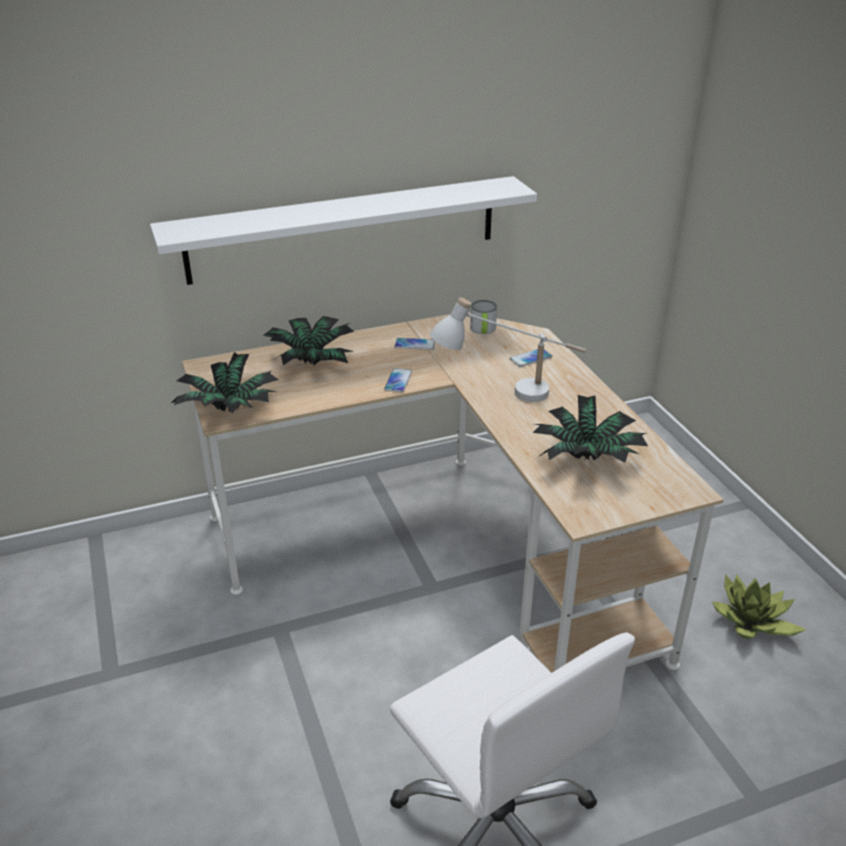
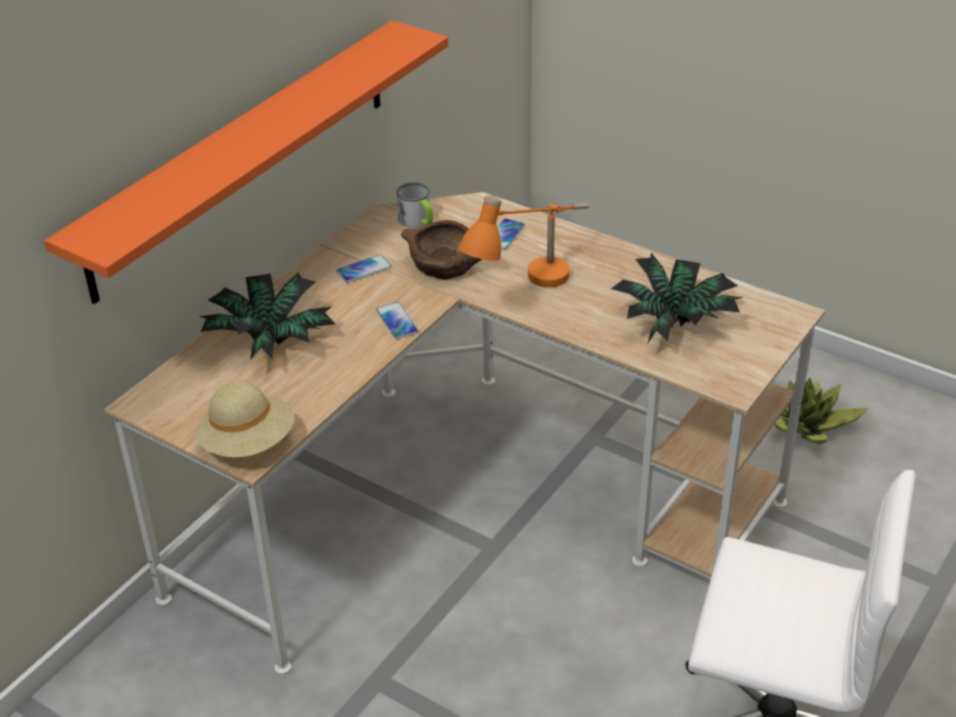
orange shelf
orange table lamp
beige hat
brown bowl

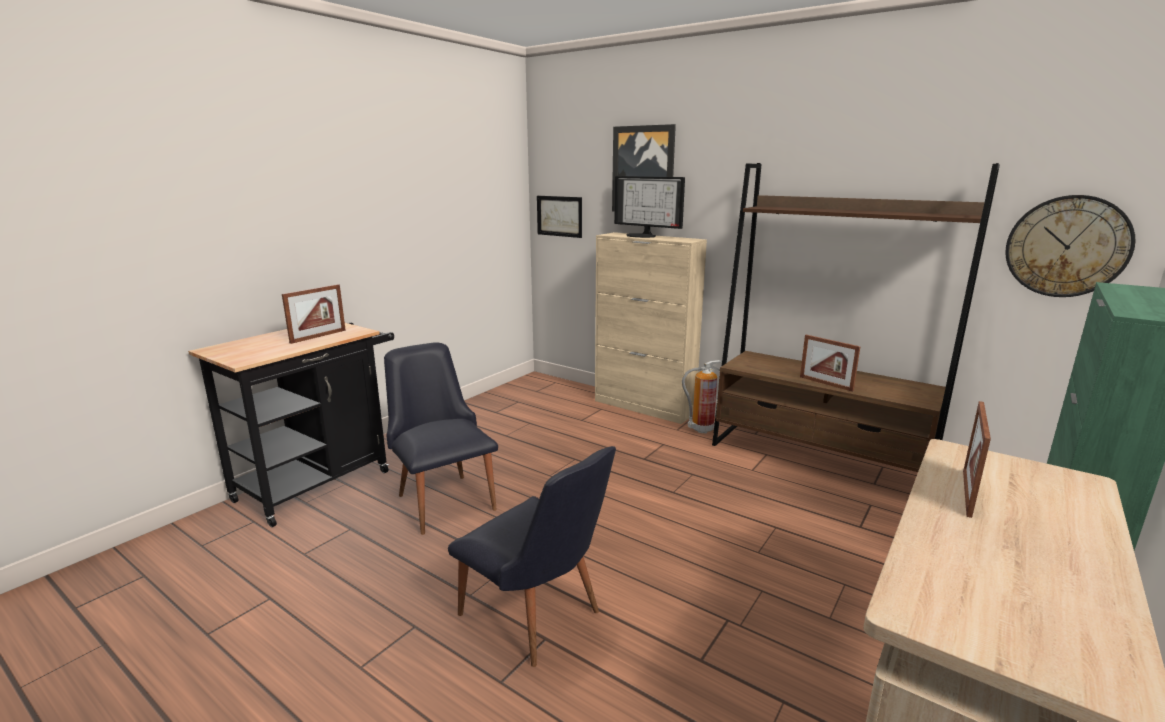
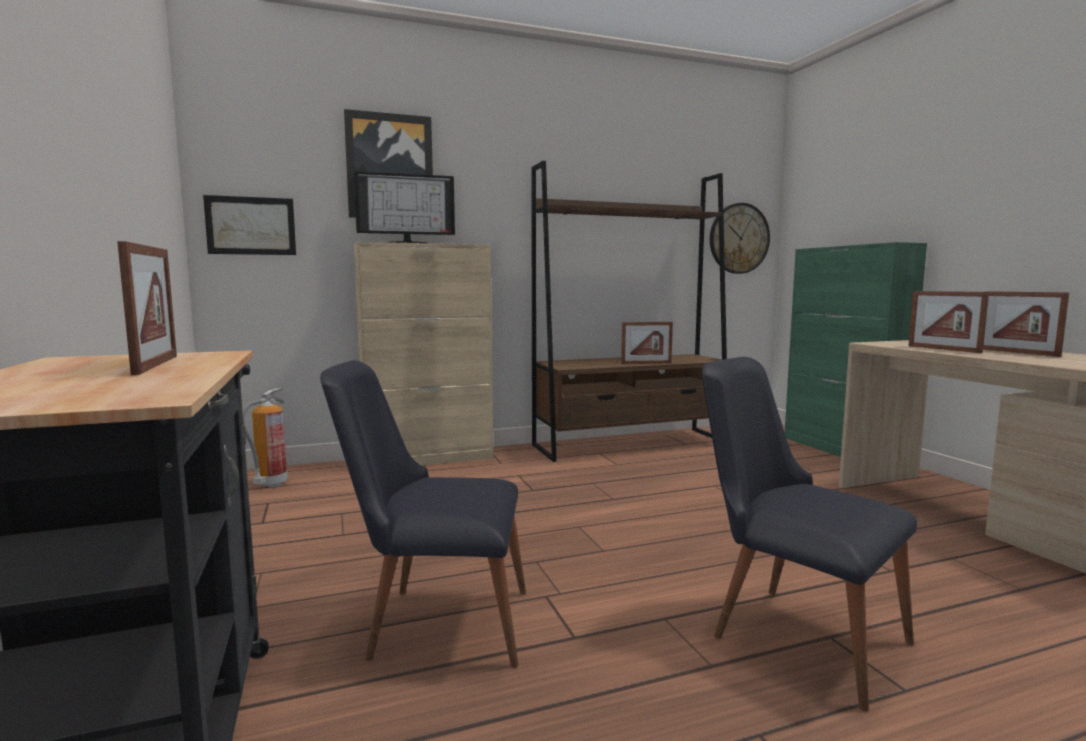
fire extinguisher
black chair (no. 2 from left)
picture frame (no. 4 from left)

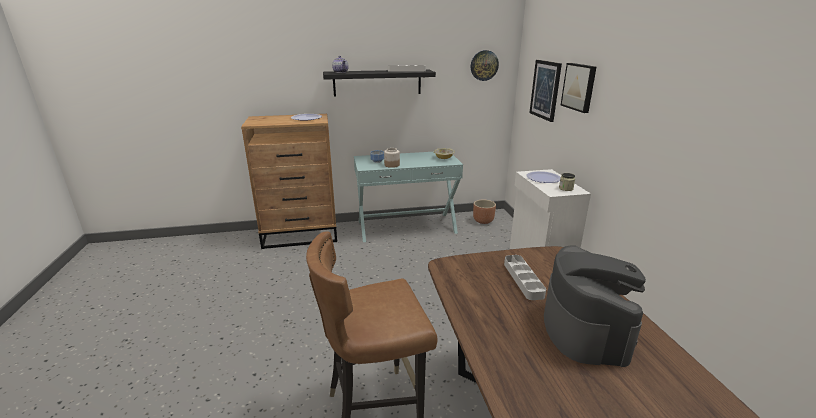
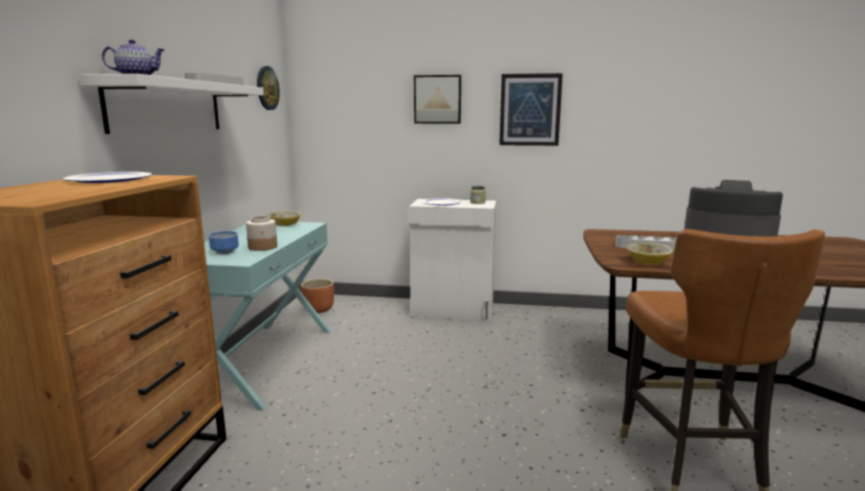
picture (no. 2 from left)
white shelf
bowl (no. 3 from left)

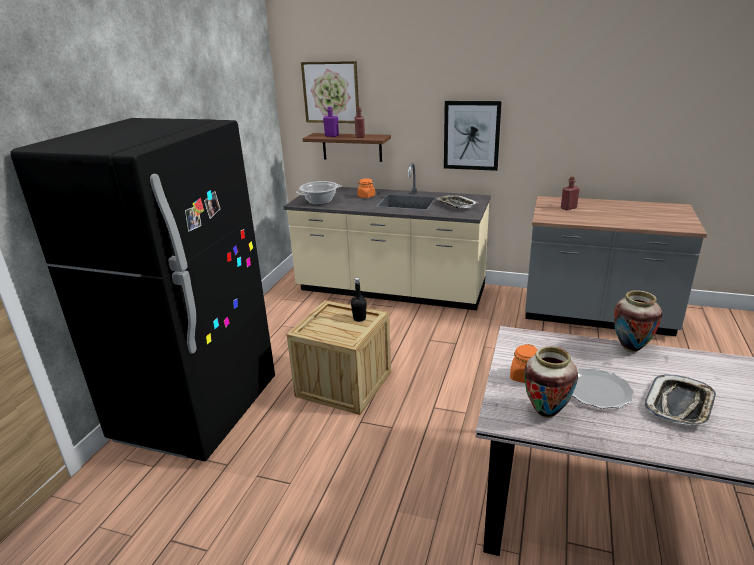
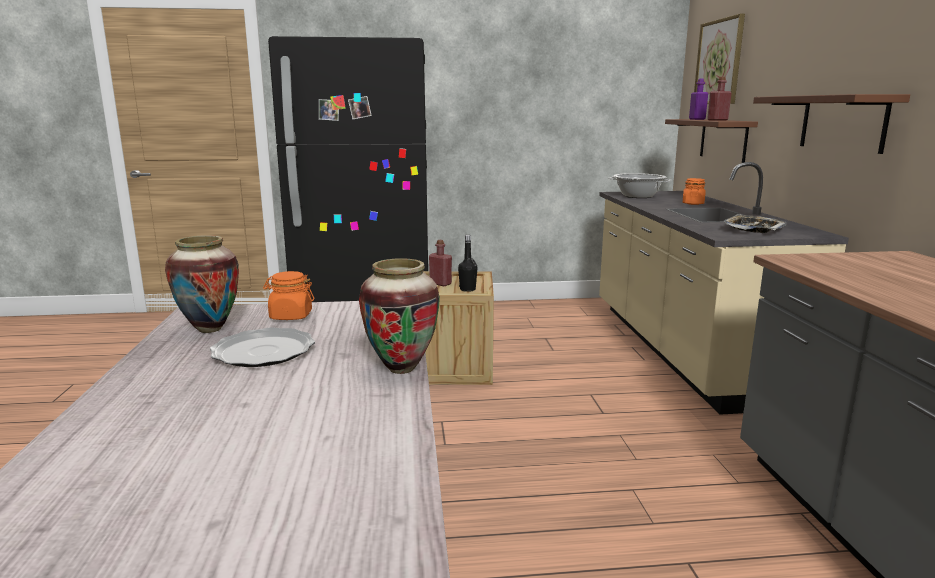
brown shelf (no. 2 from left)
red bottle (no. 1 from left)
tray (no. 2 from left in the first image)

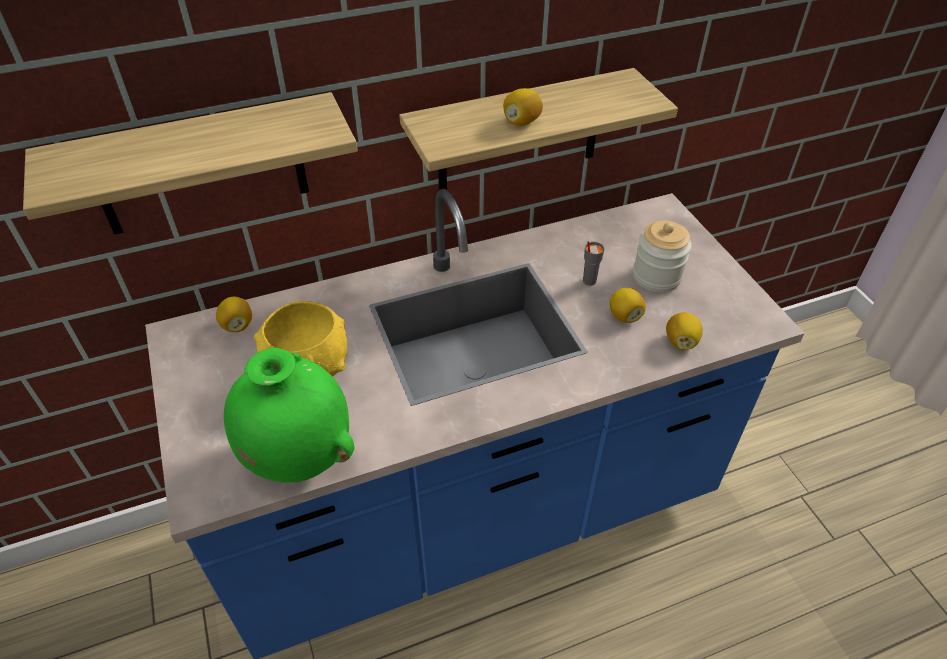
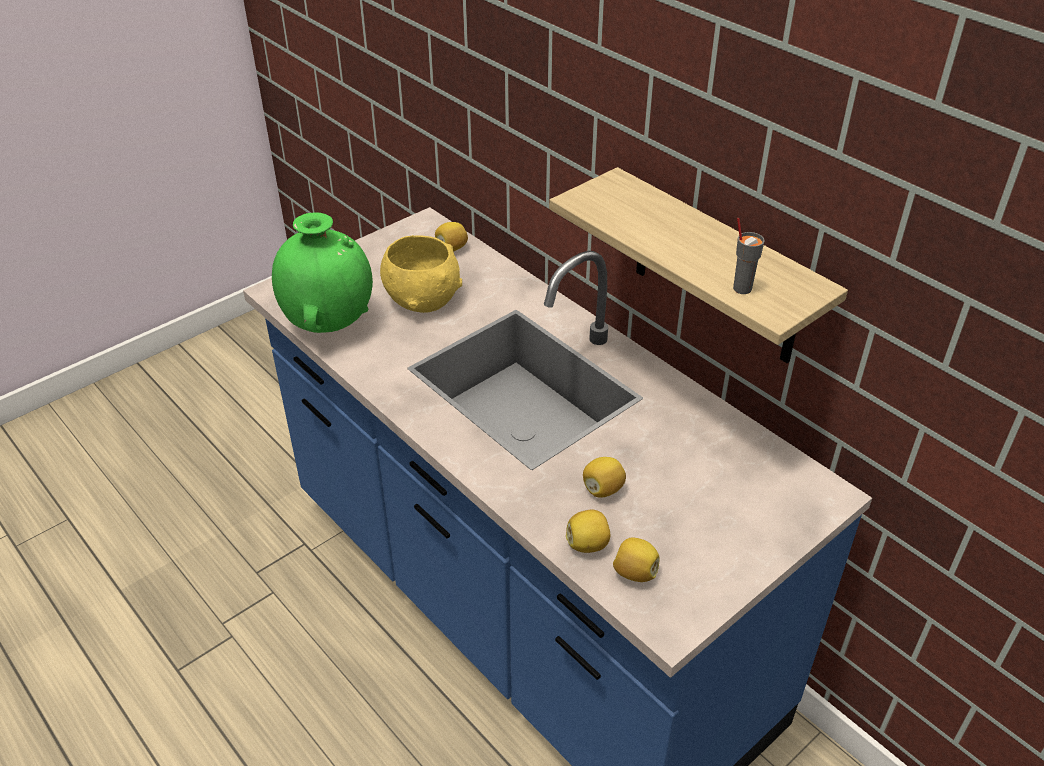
lemon (no. 4 from left)
shelf (no. 1 from left in the first image)
jar
grey cup

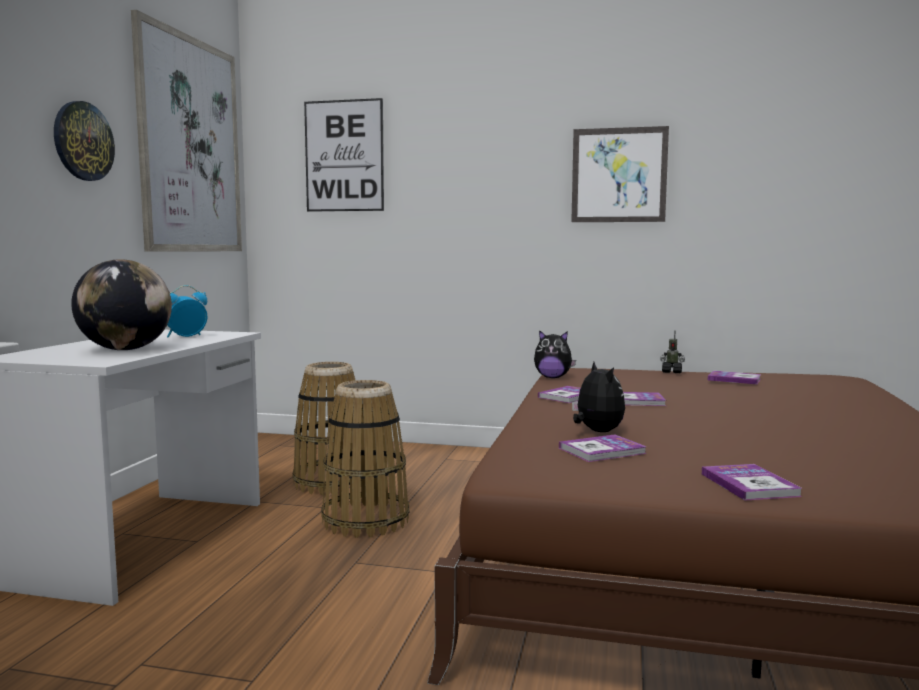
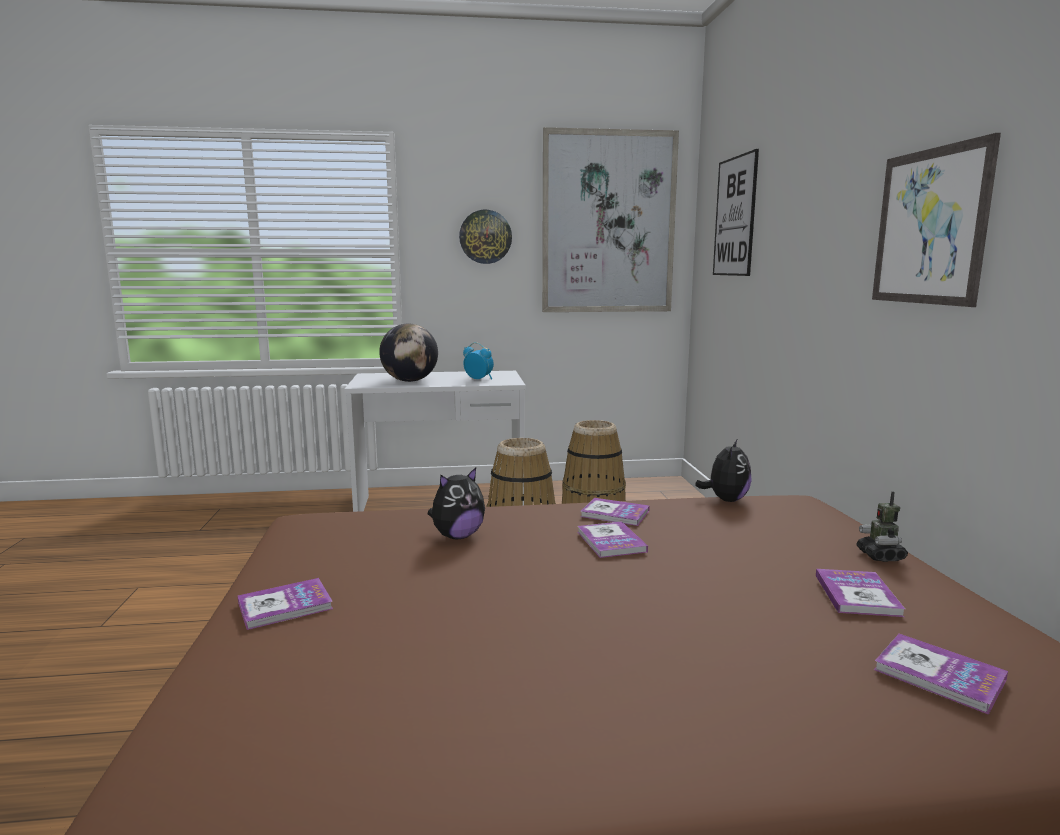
plush toy (no. 2 from left)
book (no. 5 from left)

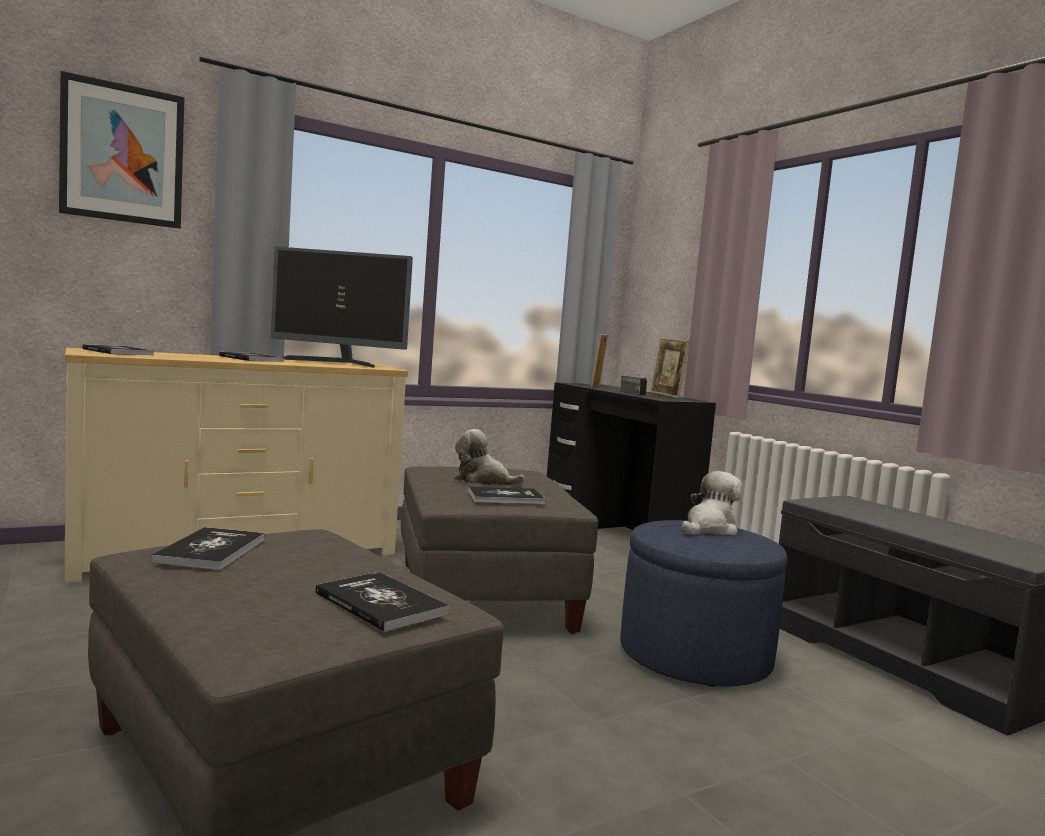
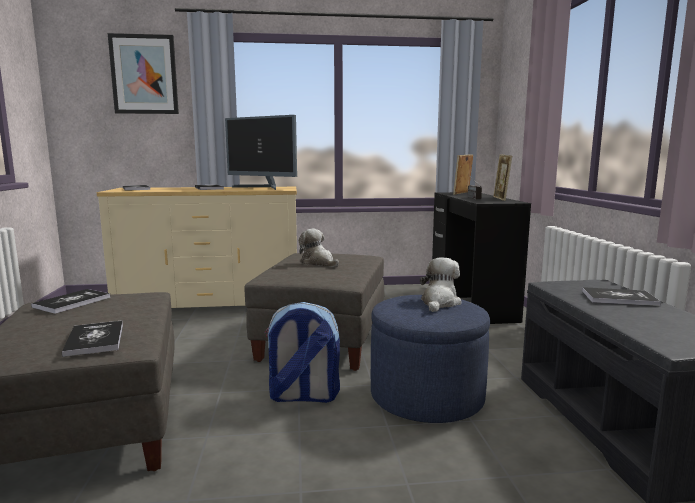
plush toy (no. 2 from left)
book (no. 5 from left)
backpack

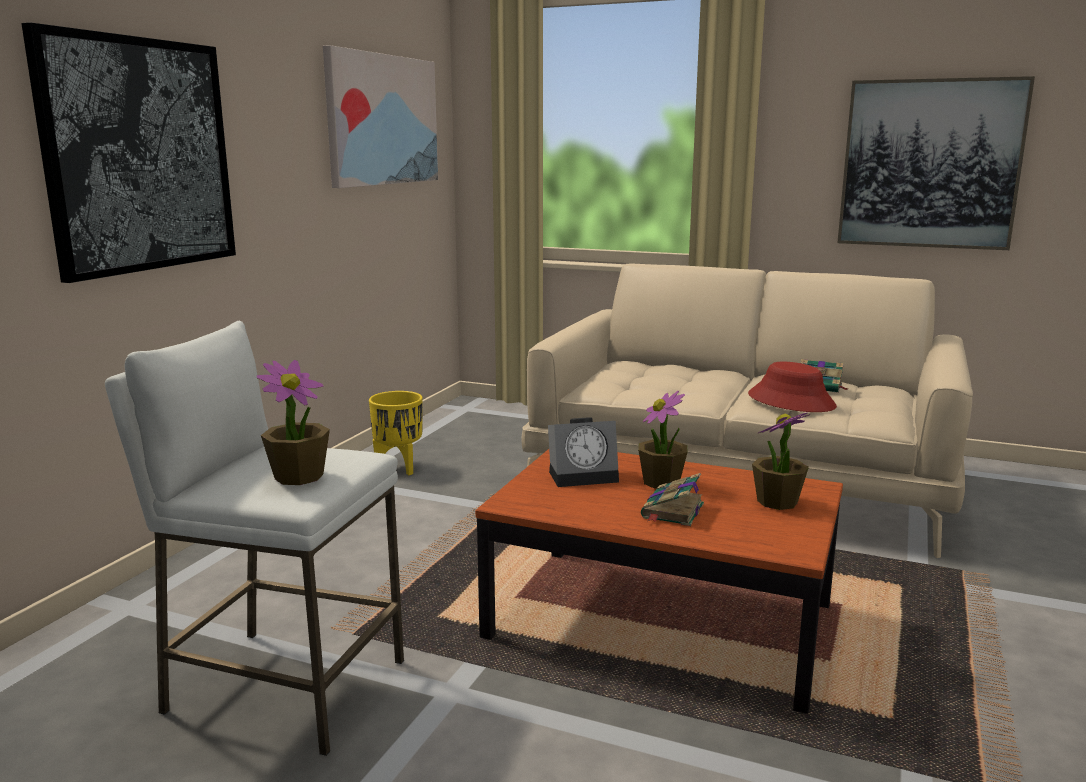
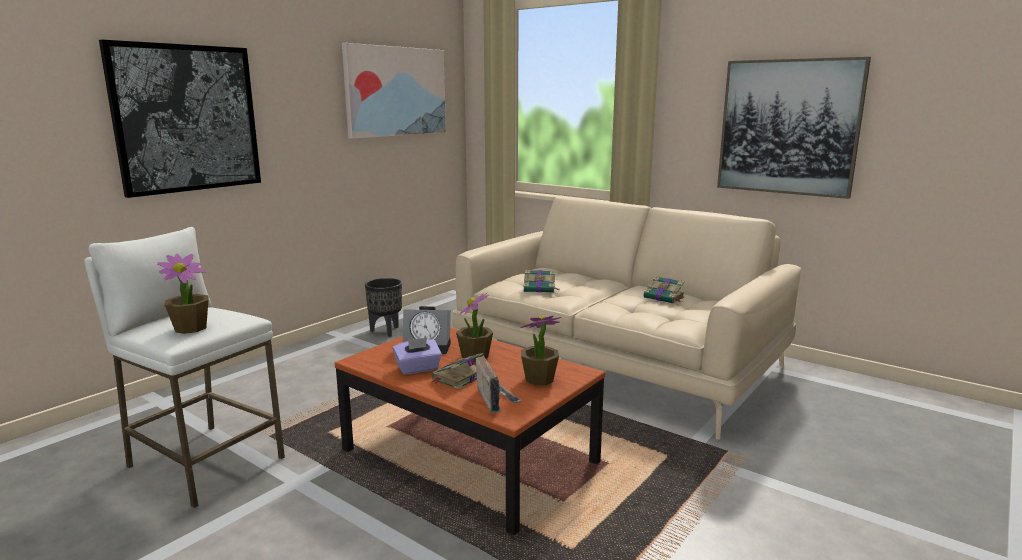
red hat
black planter
book (no. 2 from left)
purple tissue box
radio

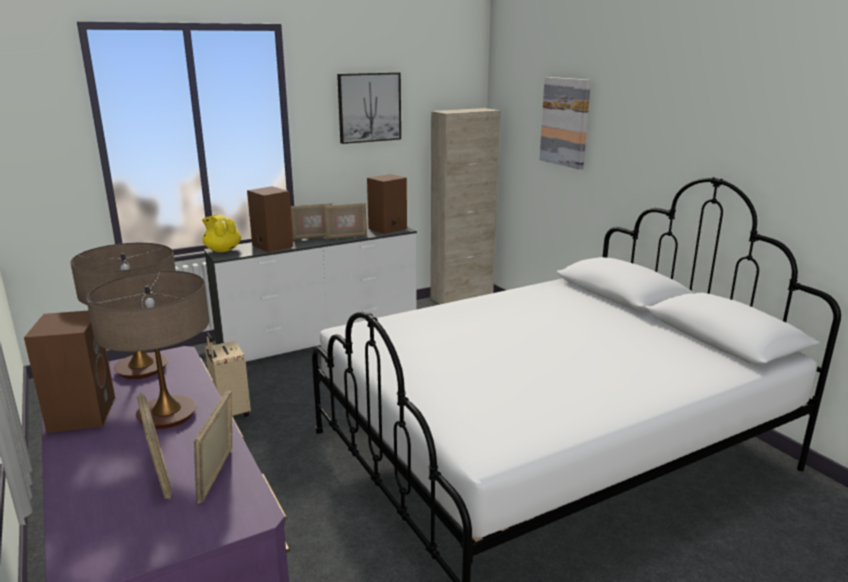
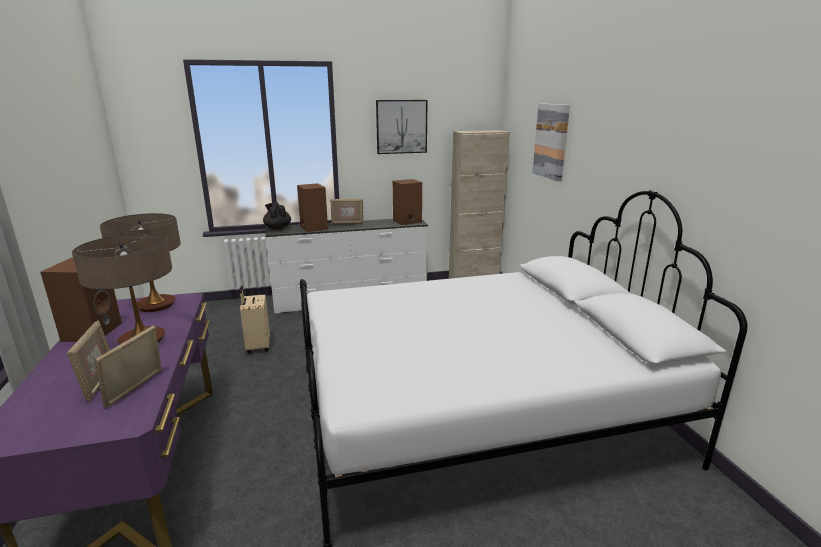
picture frame (no. 4 from left in the first image)
black teapot

